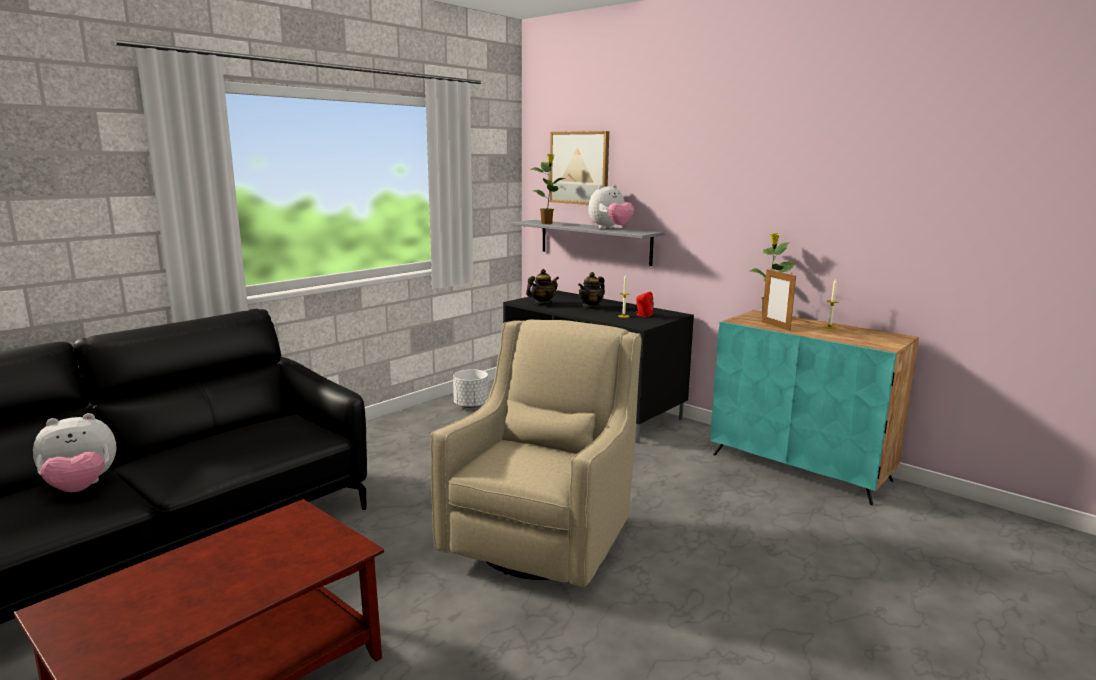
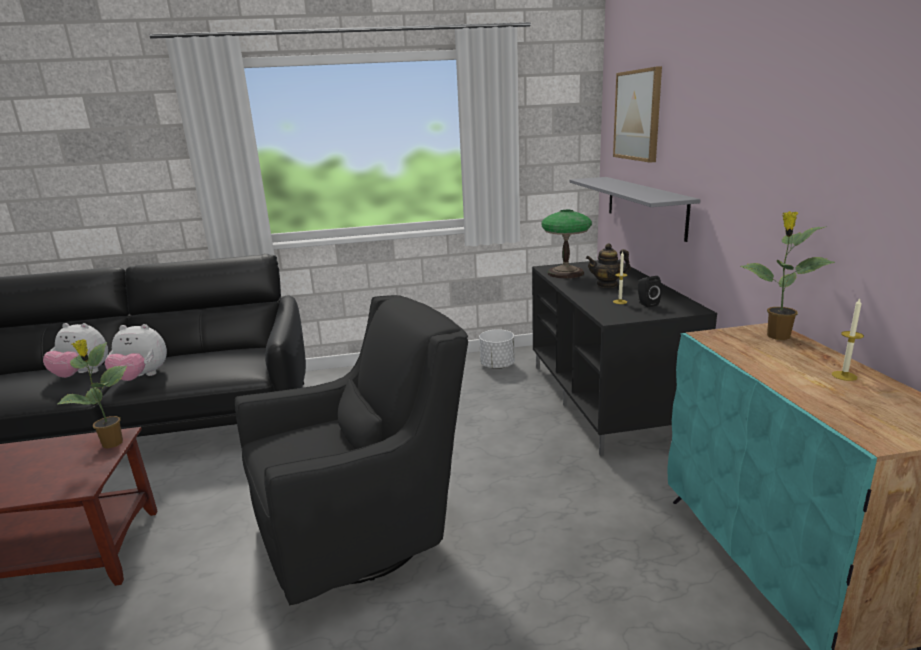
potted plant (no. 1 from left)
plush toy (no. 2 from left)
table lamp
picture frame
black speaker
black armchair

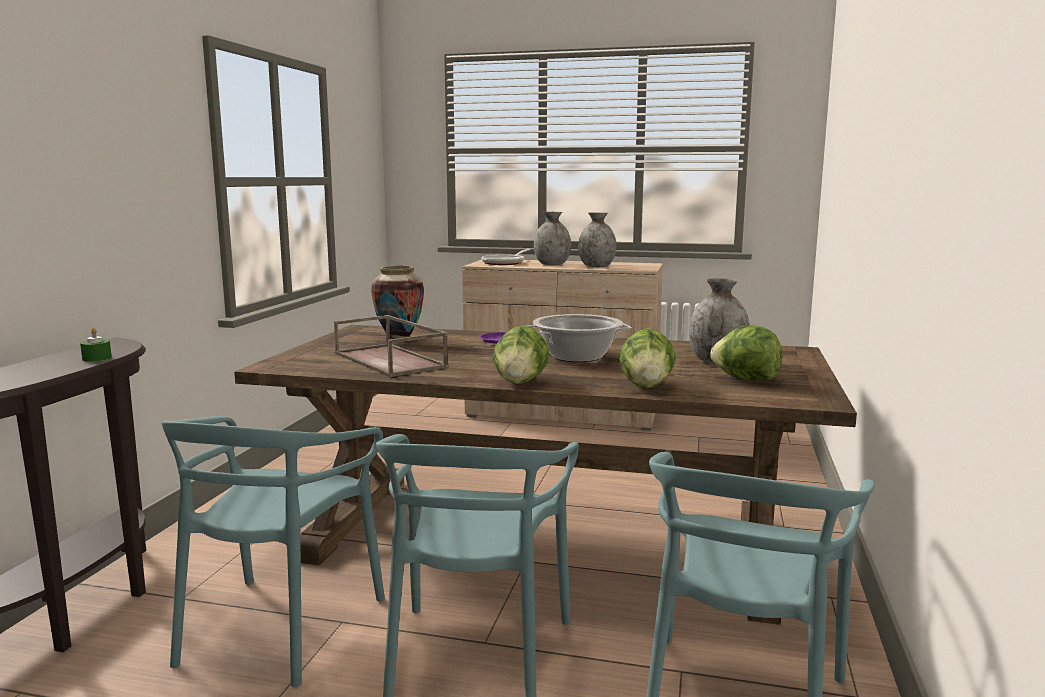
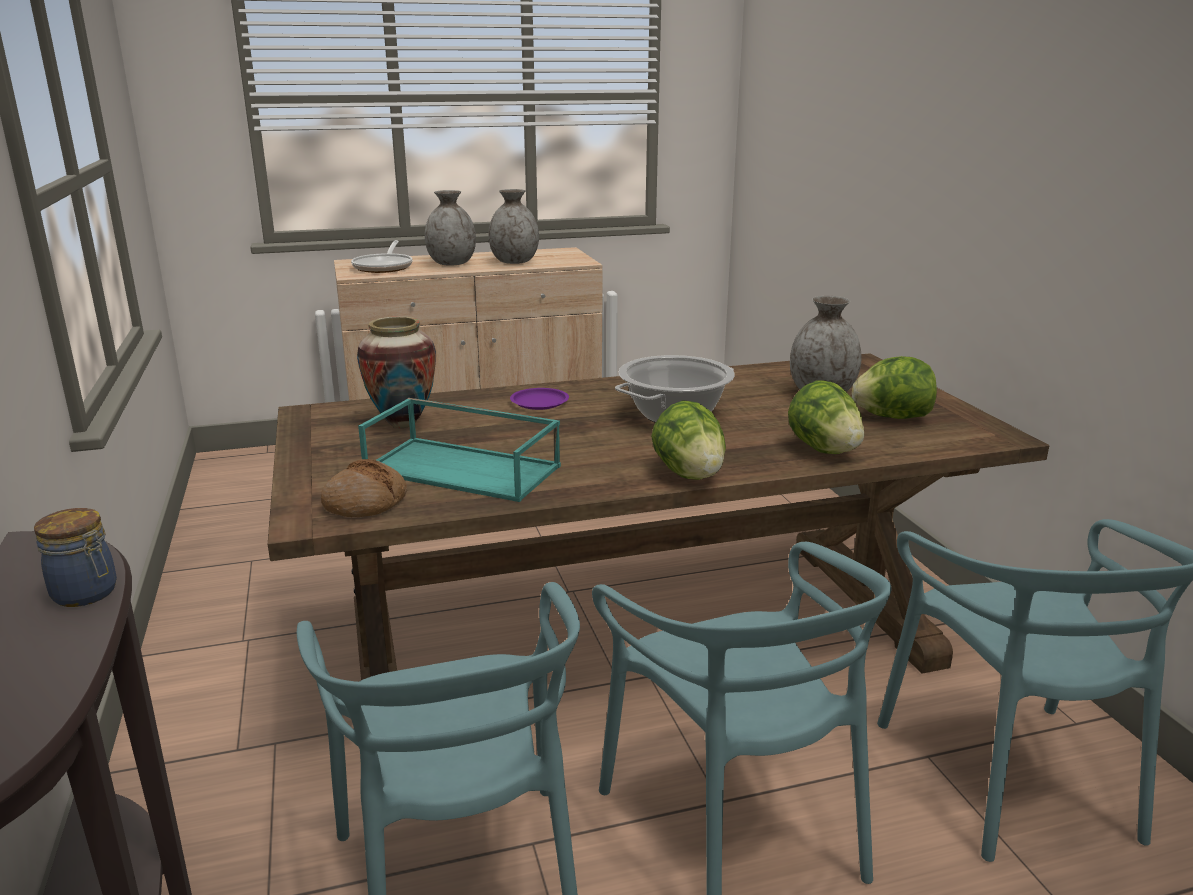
turquoise tray
jar
bread

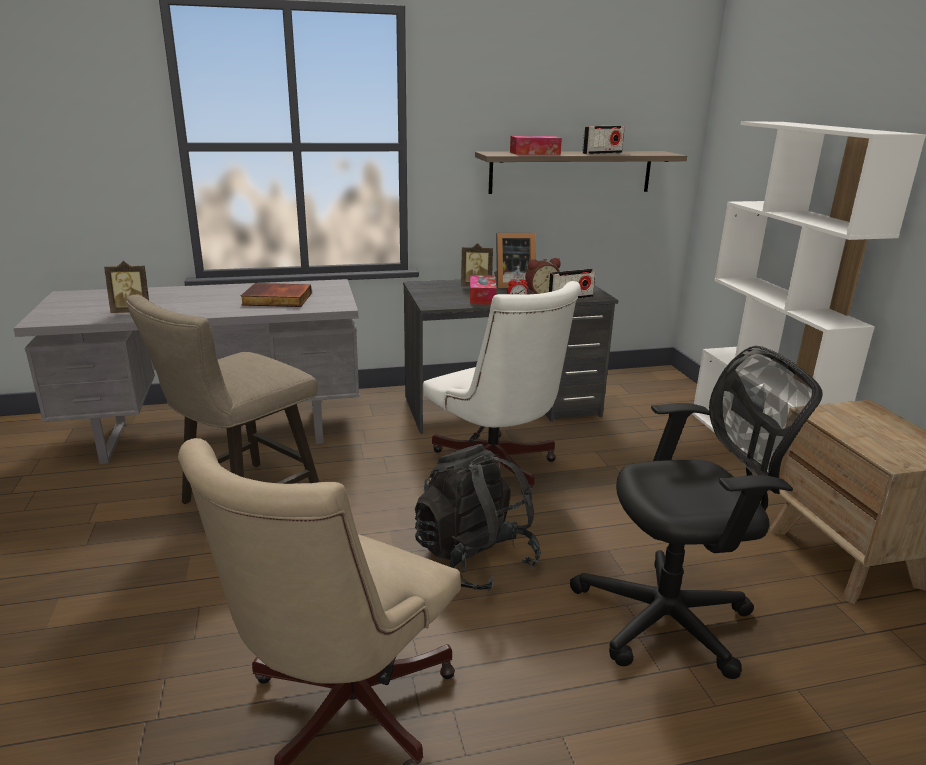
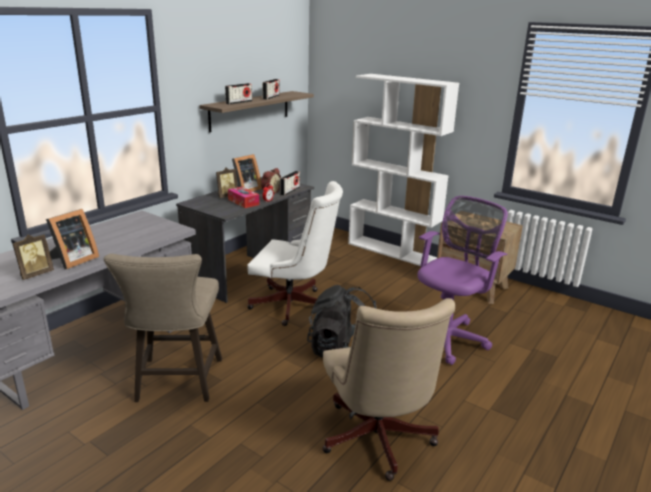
radio (no. 1 from left)
book
purple office chair
picture frame (no. 2 from left)

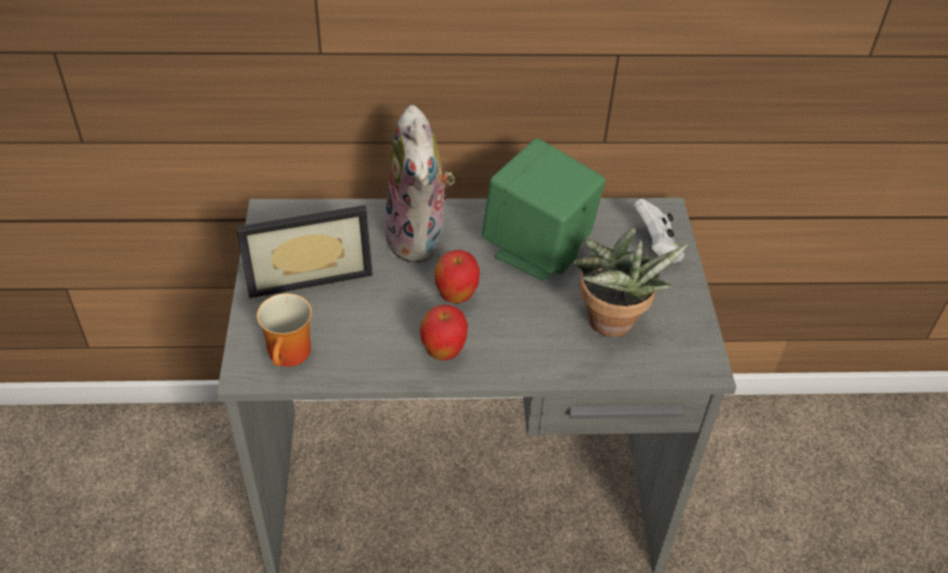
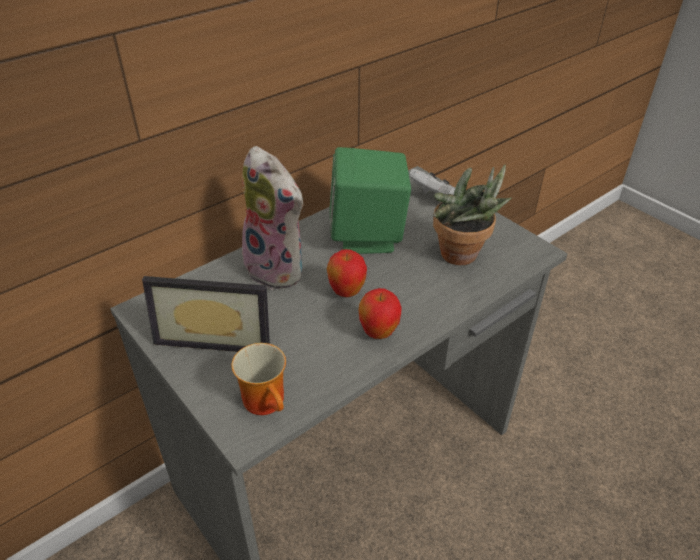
picture frame

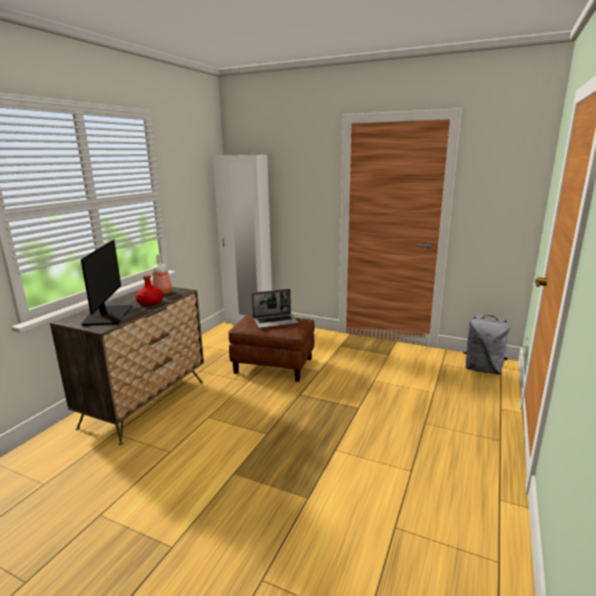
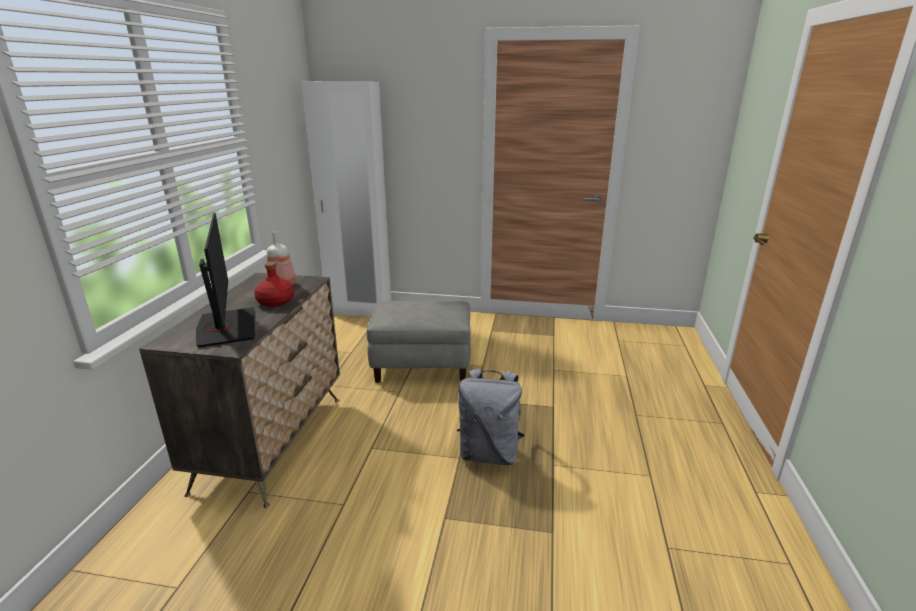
laptop
grey ottoman
grey backpack

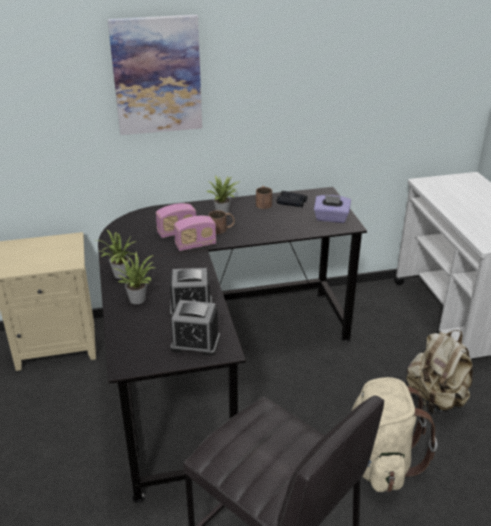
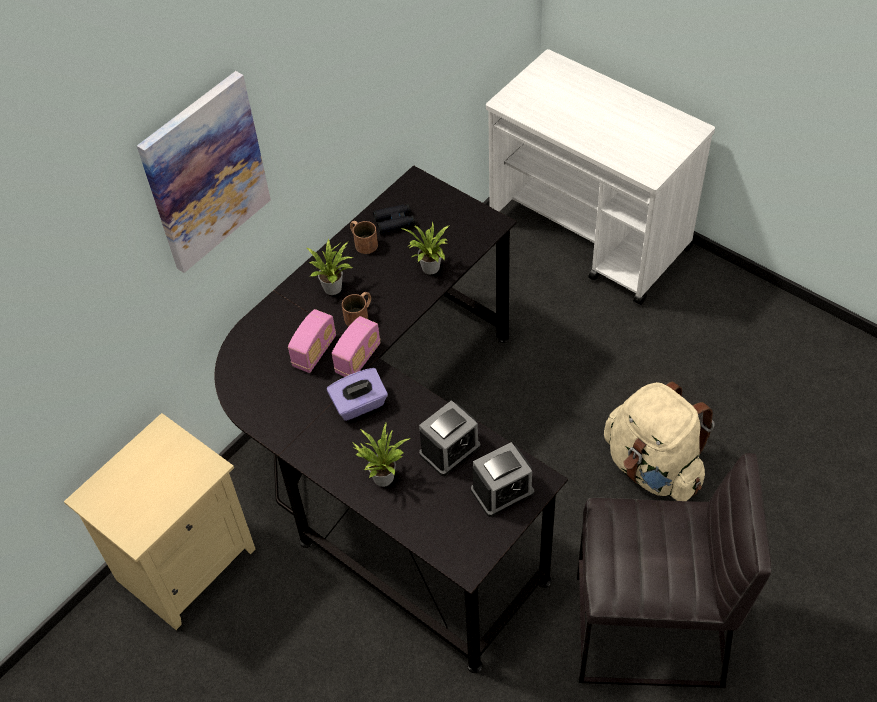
purple tissue box
potted plant (no. 3 from left)
beige backpack (no. 2 from left in the first image)

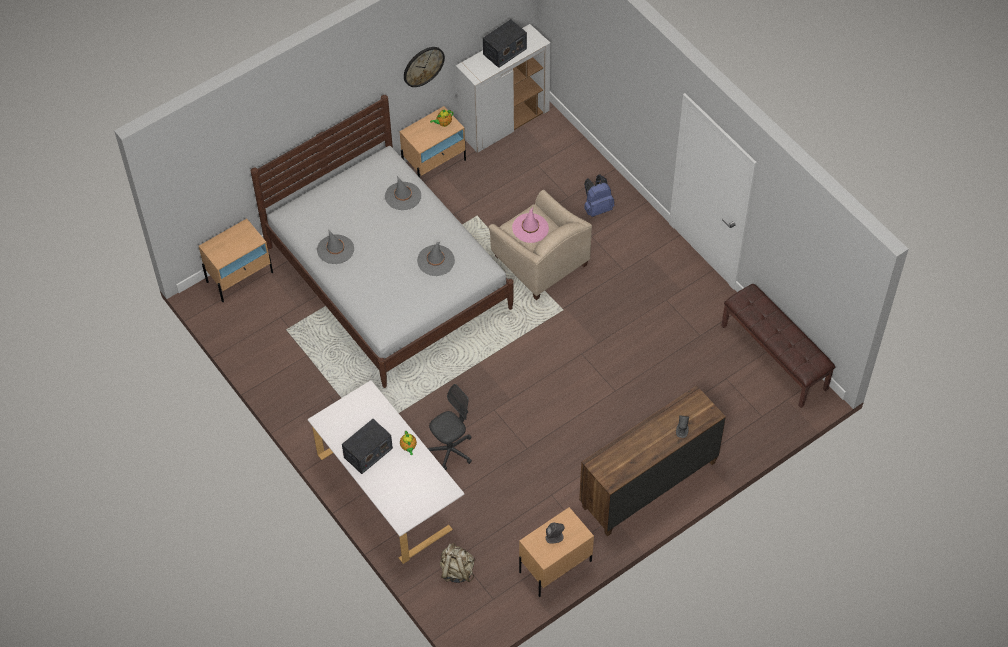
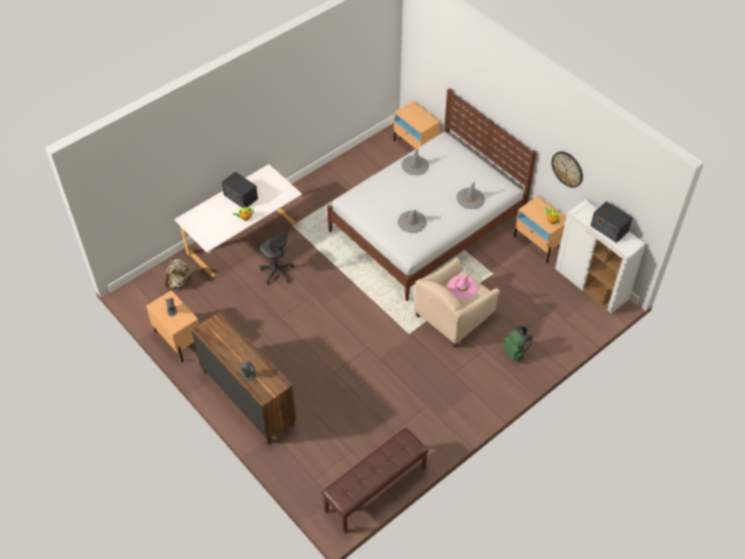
green backpack

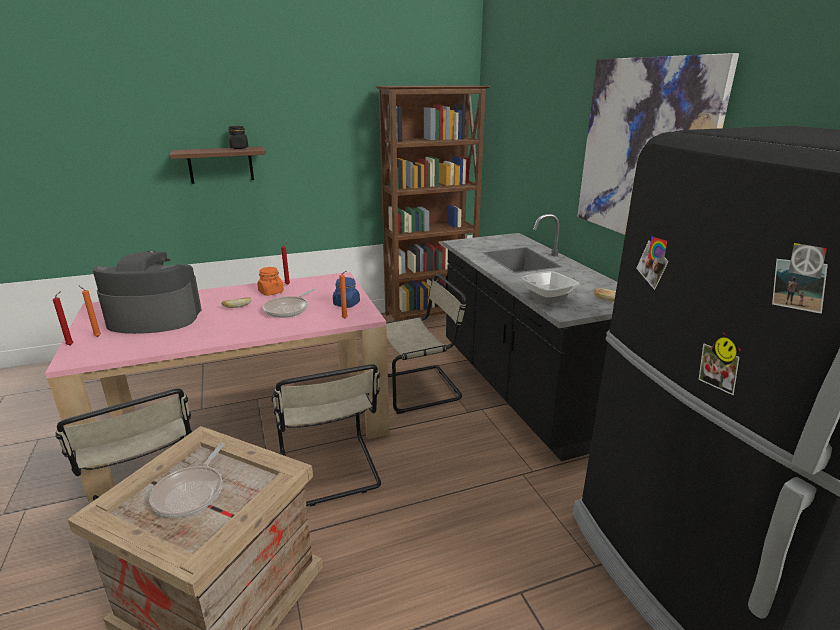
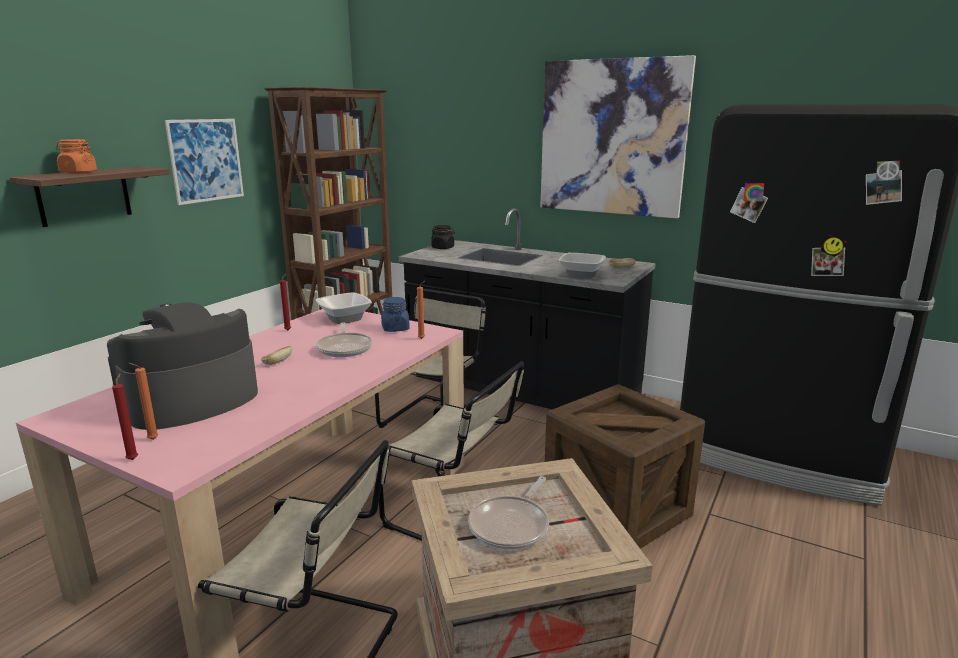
black jar
orange jar
frying pan (no. 2 from left)
picture (no. 1 from left)
bowl (no. 1 from left)
crate (no. 2 from left)

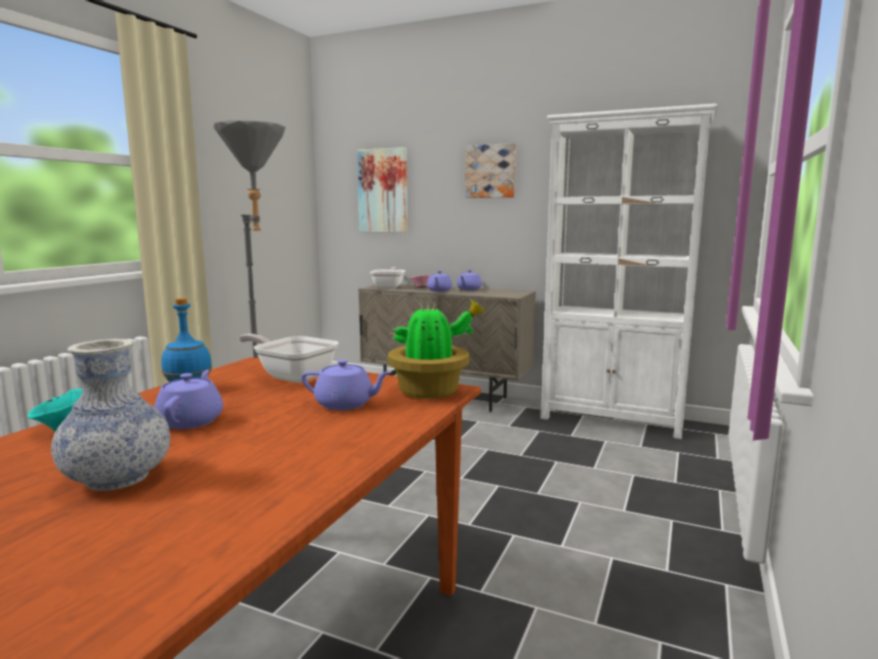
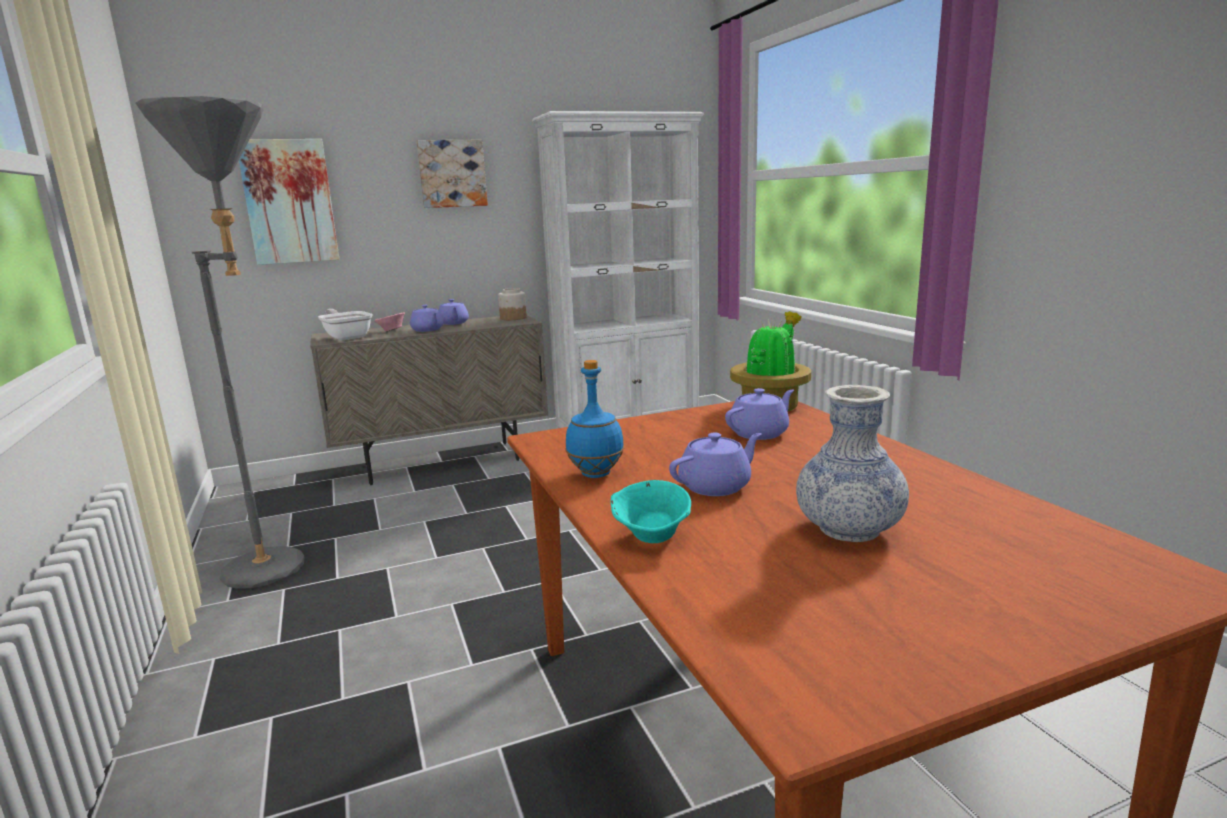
frying pan (no. 1 from left in the first image)
purple teapot (no. 3 from left)
jar

